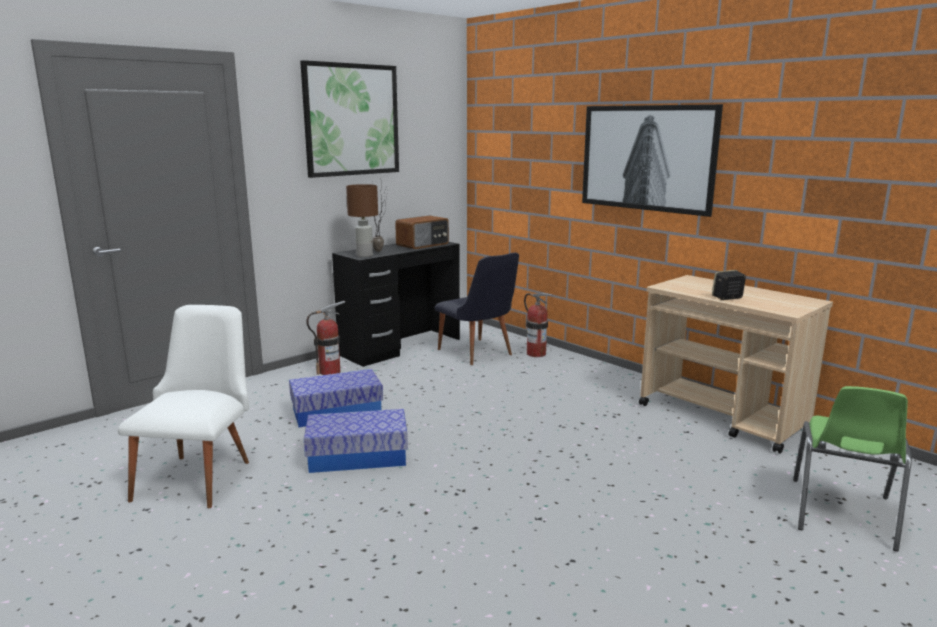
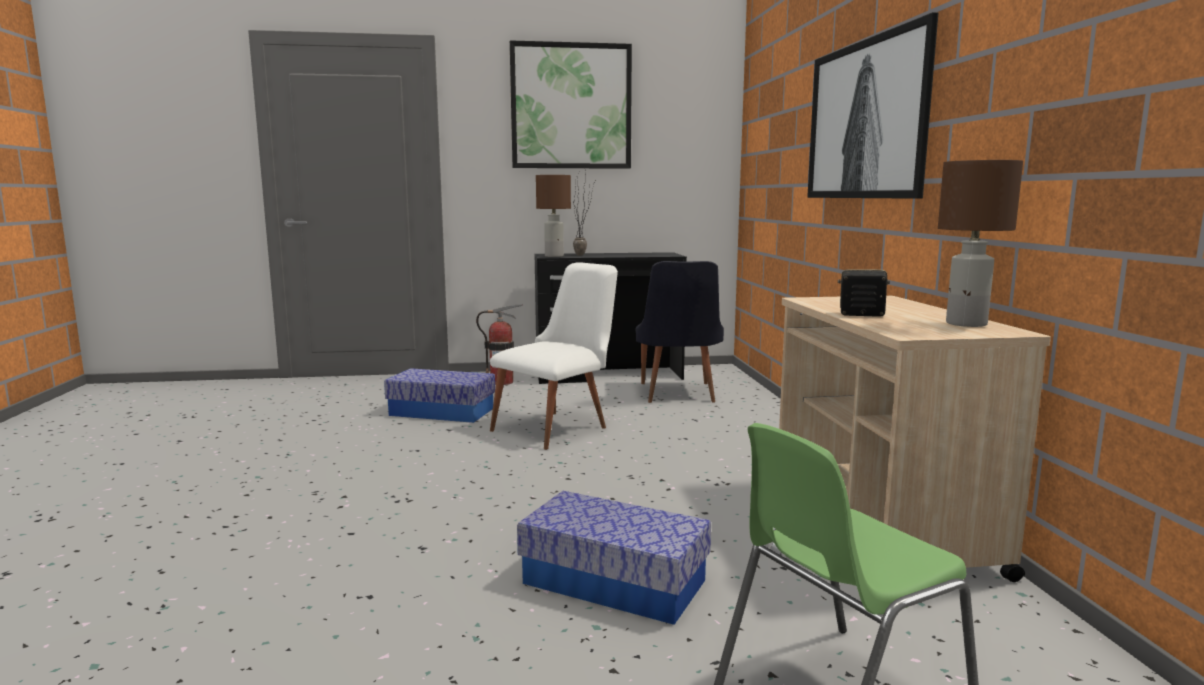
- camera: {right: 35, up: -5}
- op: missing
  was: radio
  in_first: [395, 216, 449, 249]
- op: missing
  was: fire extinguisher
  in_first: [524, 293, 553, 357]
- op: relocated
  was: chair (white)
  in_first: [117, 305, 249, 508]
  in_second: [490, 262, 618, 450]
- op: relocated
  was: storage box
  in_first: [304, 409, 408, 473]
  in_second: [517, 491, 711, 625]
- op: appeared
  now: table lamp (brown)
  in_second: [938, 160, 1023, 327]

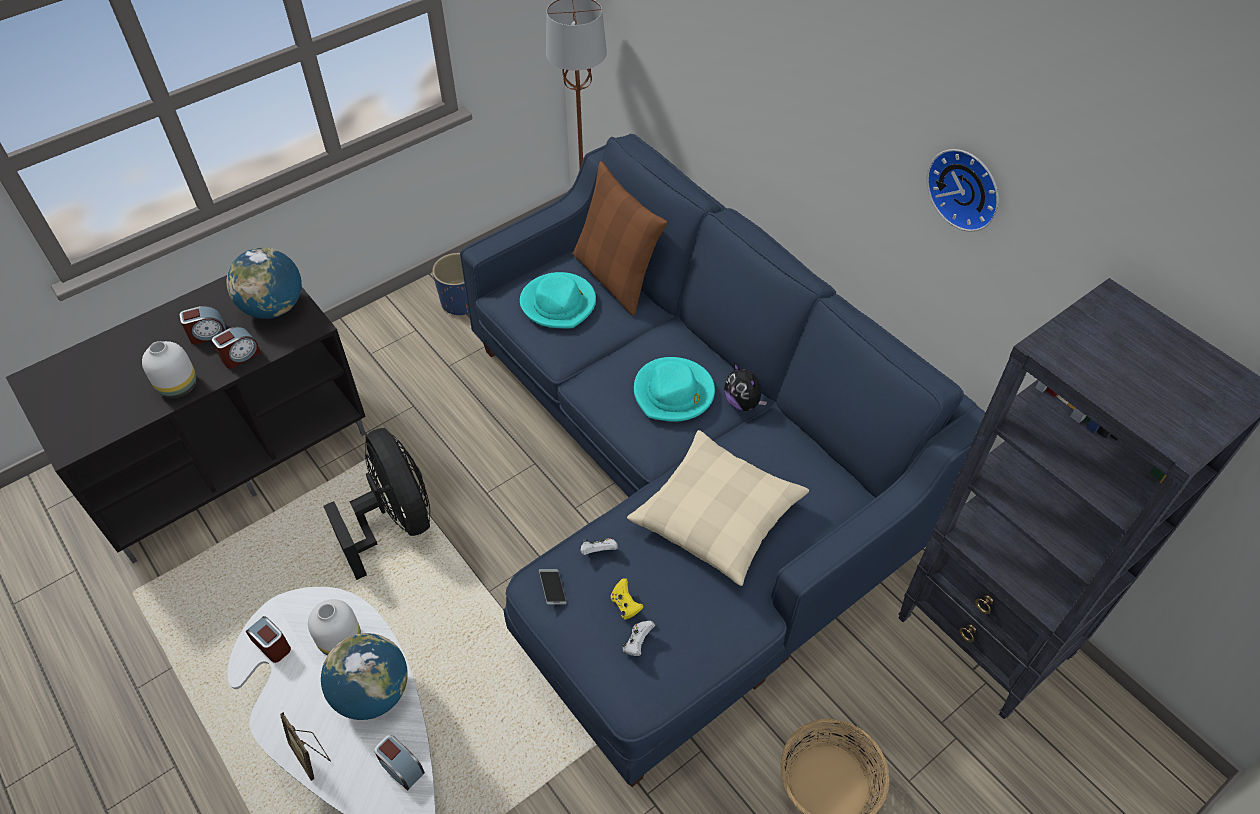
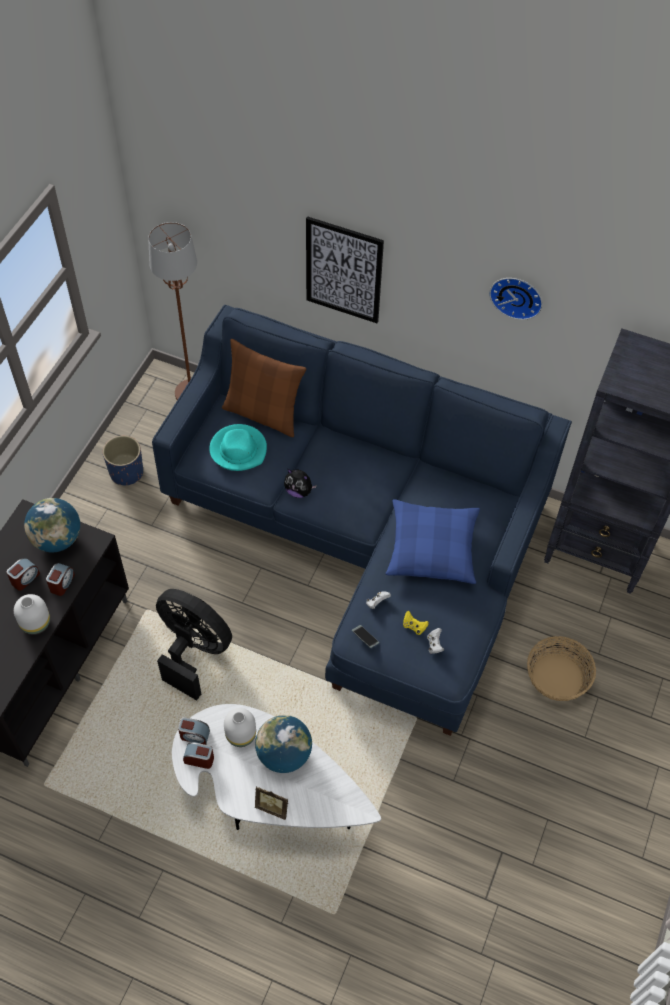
- camera: {right: -30, up: 5}
- op: missing
  was: hat (turquoise)
  in_first: [634, 357, 715, 422]
- op: relocated
  was: plush toy
  in_first: [724, 362, 767, 411]
  in_second: [284, 469, 317, 498]
- op: colour
  was: pillow (beige)
  now: pillow (blue)
  in_first: [627, 430, 809, 586]
  in_second: [385, 499, 480, 584]
- op: relocated
  was: alarm clock
  in_first: [374, 735, 425, 790]
  in_second: [178, 717, 210, 745]
- op: appeared
  now: picture
  in_second: [306, 216, 384, 323]

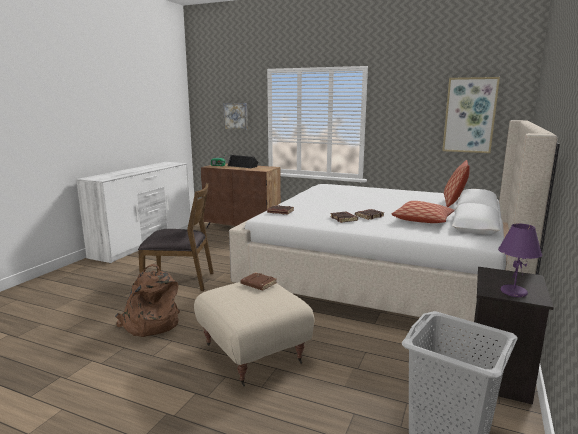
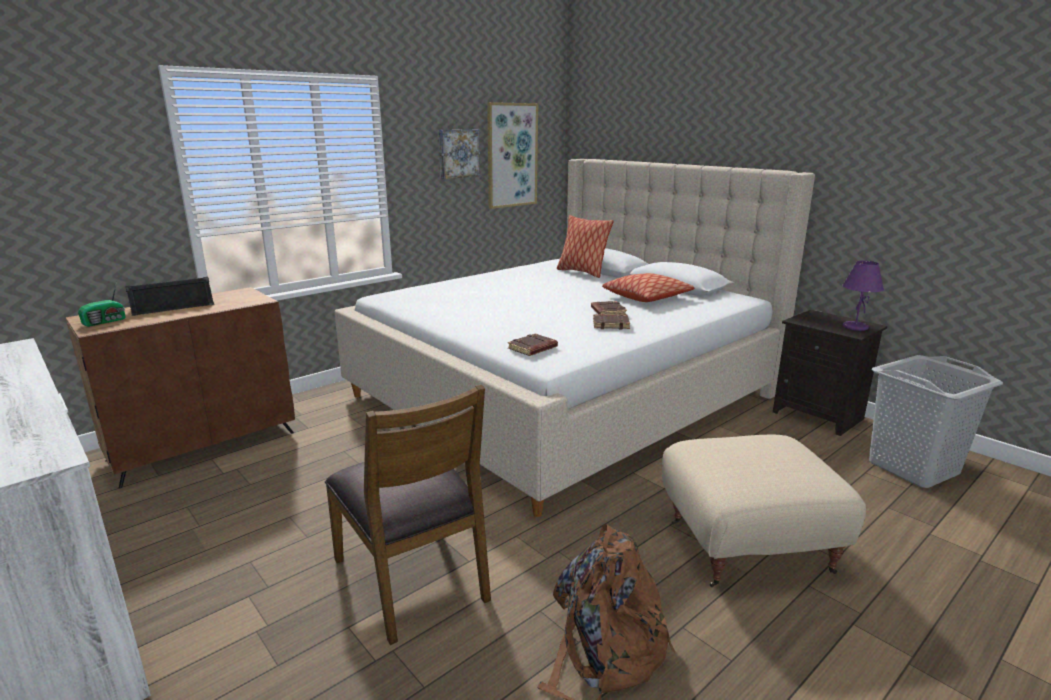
- camera: {right: -65, up: 5}
- op: relocated
  was: picture
  in_first: [224, 103, 248, 130]
  in_second: [439, 129, 480, 179]
- op: spun
  was: chair (brown)
  in_first: [138, 183, 214, 291]
  in_second: [325, 384, 491, 645]
  clockwise: 120
- op: missing
  was: book (brown)
  in_first: [241, 272, 277, 290]

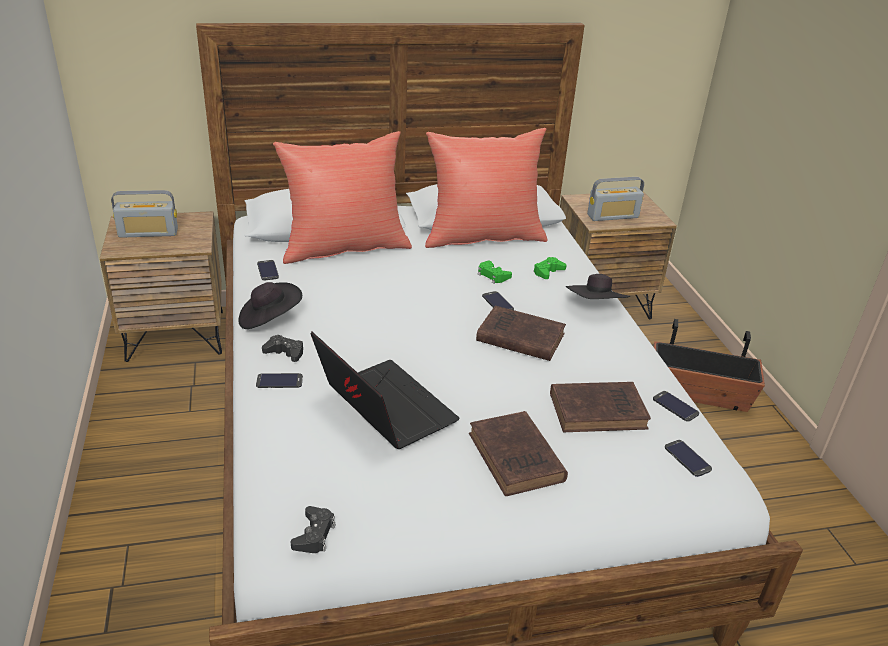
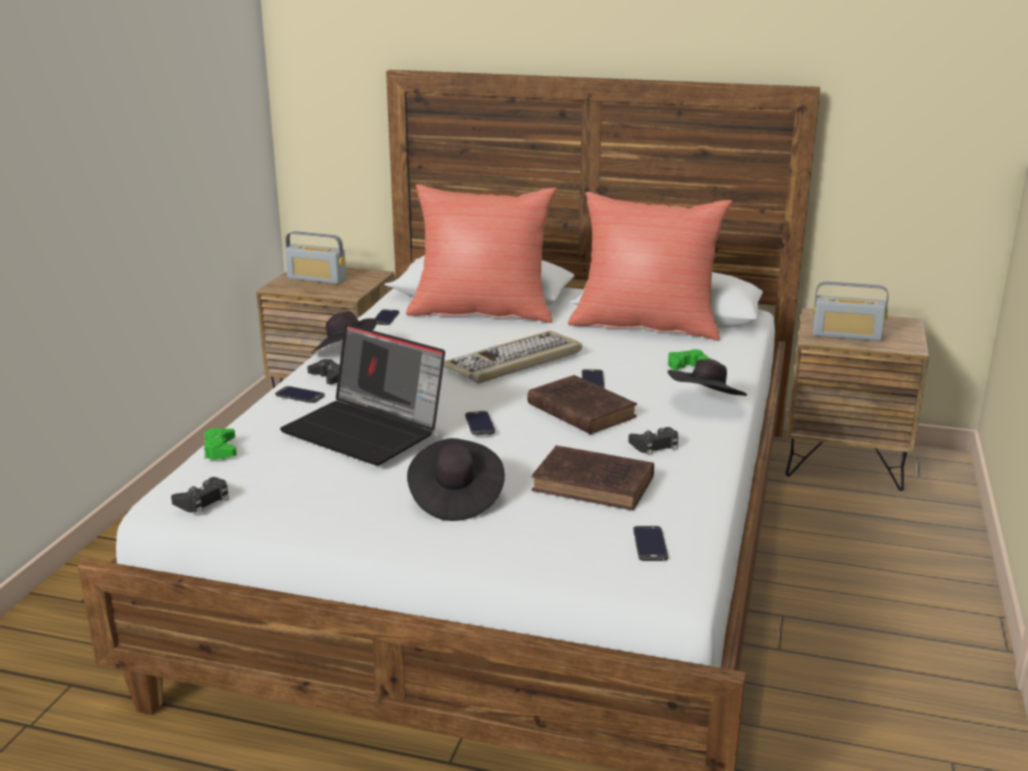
- camera: {right: 30, up: -10}
- op: relocated
  was: game controller (green)
  in_first: [478, 261, 512, 284]
  in_second: [204, 428, 237, 460]
- op: missing
  was: planter
  in_first: [654, 319, 765, 412]
- op: spun
  was: laptop
  in_first: [310, 332, 460, 449]
  in_second: [280, 323, 445, 466]
  clockwise: 135
- op: relocated
  was: phone
  in_first: [653, 391, 699, 422]
  in_second: [465, 411, 495, 435]
- op: exchanged
  was: book (brown)
  now: hat (black)
  in_first: [469, 411, 568, 496]
  in_second: [407, 438, 505, 521]
- op: appeared
  now: keyboard
  in_second: [444, 331, 582, 383]
- op: appeared
  now: game controller (black)
  in_second: [628, 427, 678, 455]

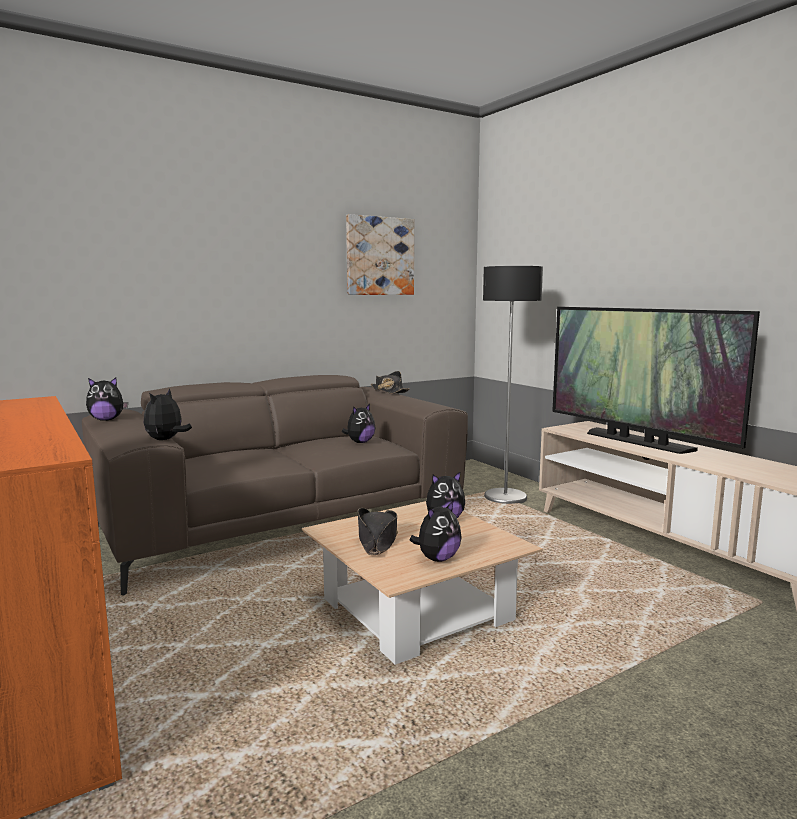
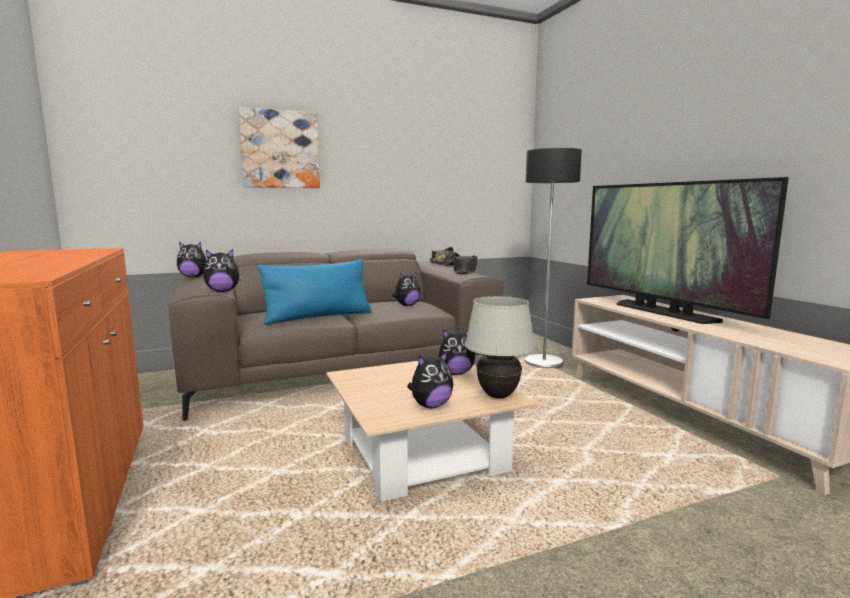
- camera: {right: 10, up: 0}
- op: relocated
  was: picture
  in_first: [346, 214, 414, 295]
  in_second: [238, 107, 320, 188]
- op: spun
  was: plush toy
  in_first: [144, 388, 192, 440]
  in_second: [203, 249, 243, 292]
  clockwise: -135
- op: relocated
  was: hat (black)
  in_first: [358, 508, 398, 555]
  in_second: [453, 252, 477, 274]
- op: appeared
  now: pillow (blue)
  in_second: [258, 259, 371, 325]
- op: appeared
  now: table lamp (white)
  in_second: [465, 296, 535, 399]

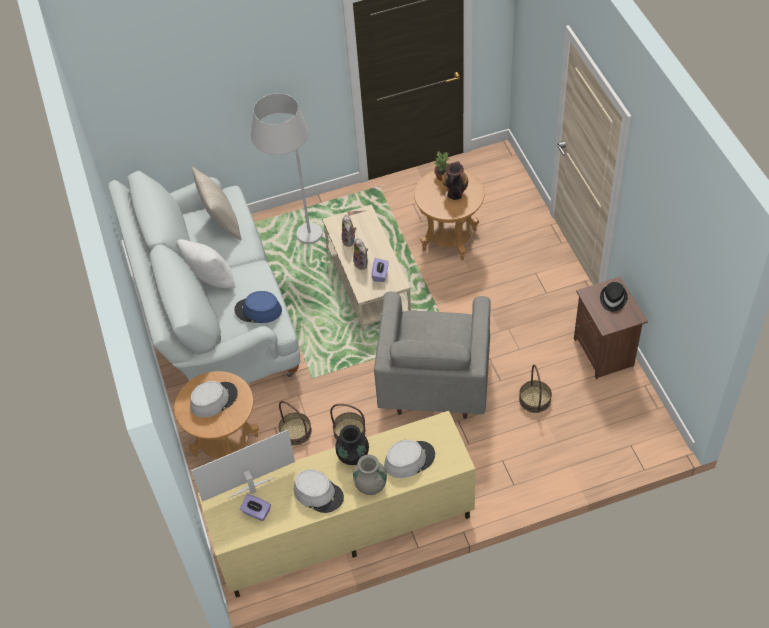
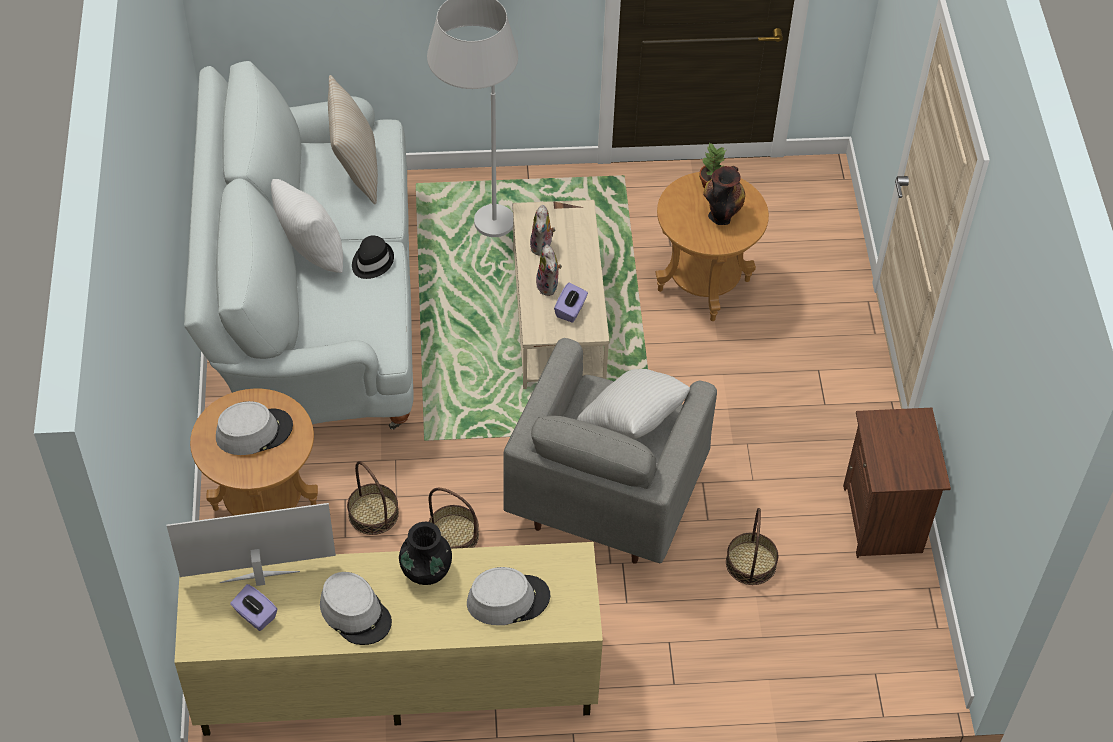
- camera: {right: 10, up: 0}
- op: relocated
  was: hat (black)
  in_first: [600, 282, 628, 312]
  in_second: [352, 236, 394, 279]
- op: missing
  was: hat (blue)
  in_first: [234, 291, 282, 323]
- op: missing
  was: vase (grey)
  in_first: [353, 455, 387, 495]
- op: appeared
  now: pillow (white)
  in_second: [577, 369, 690, 439]

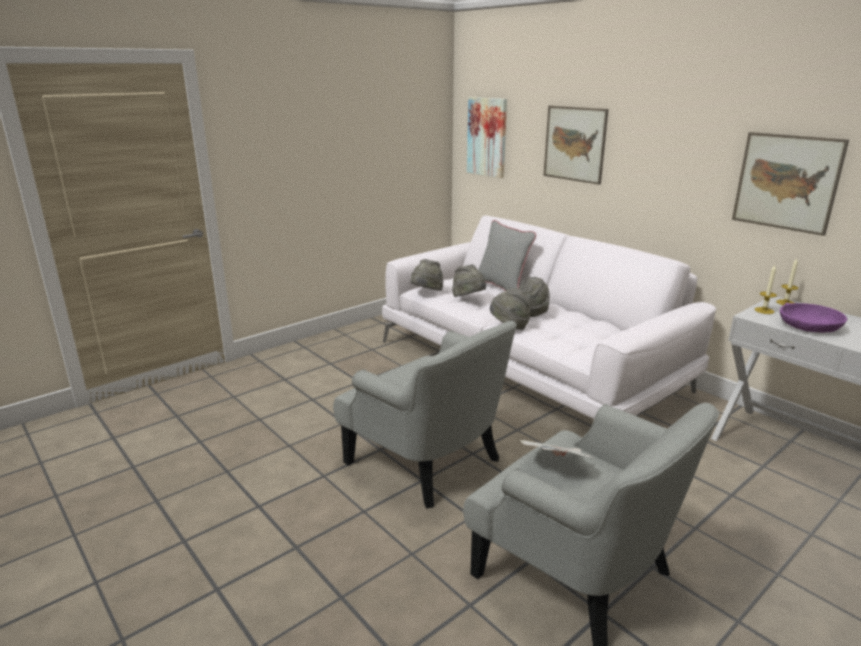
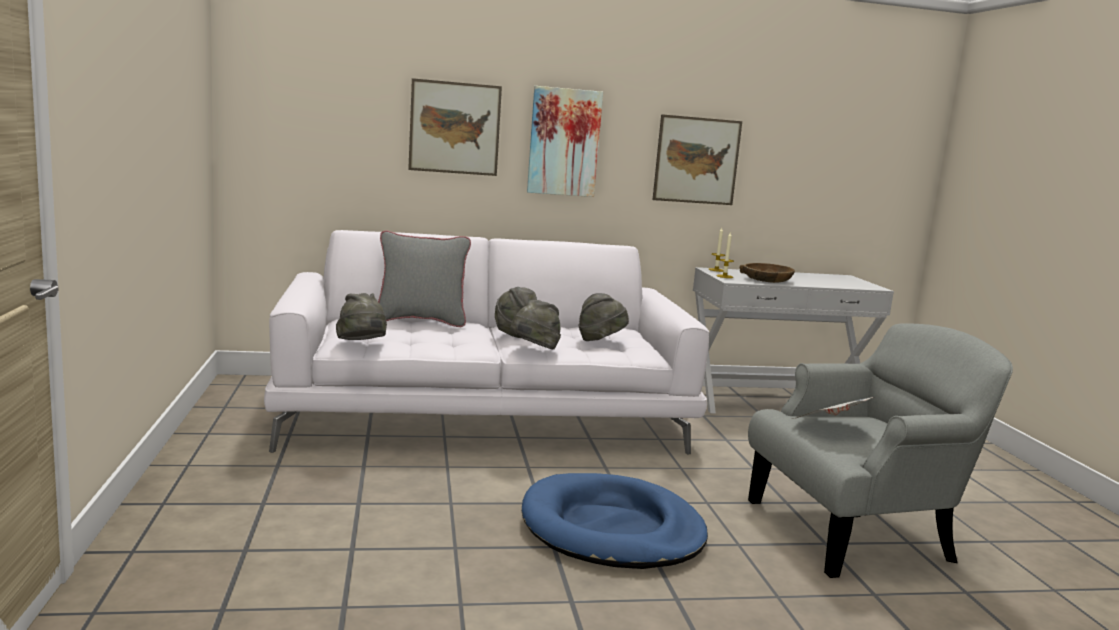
- camera: {right: -60, up: -10}
- op: relocated
  was: picture
  in_first: [467, 97, 507, 178]
  in_second: [527, 86, 603, 197]
- op: relocated
  was: hat (grey)
  in_first: [452, 264, 486, 297]
  in_second: [579, 293, 629, 341]
- op: colour
  was: bowl (purple)
  now: bowl (brown)
  in_first: [780, 303, 847, 333]
  in_second: [740, 263, 795, 283]
- op: exchanged
  was: armchair (grey)
  now: dog bed (blue)
  in_first: [333, 321, 517, 509]
  in_second: [522, 473, 708, 569]

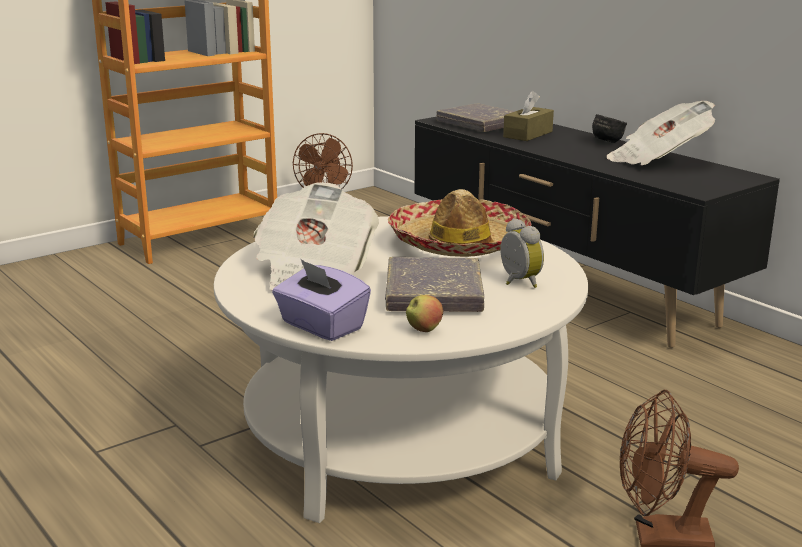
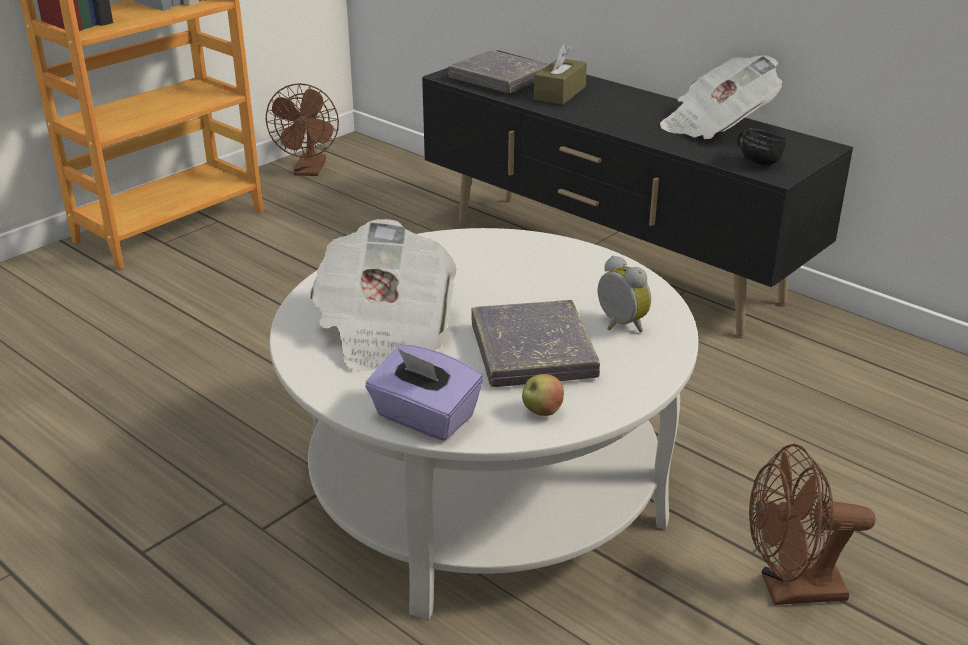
- camera: {right: -10, up: 10}
- op: relocated
  was: mug (black)
  in_first: [592, 114, 627, 143]
  in_second: [737, 128, 787, 166]
- op: missing
  was: hat
  in_first: [388, 189, 531, 257]

